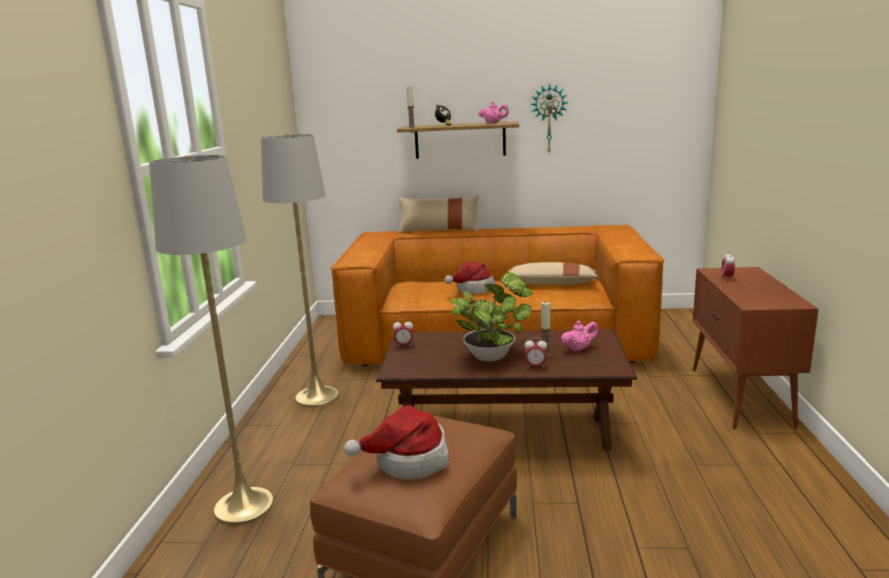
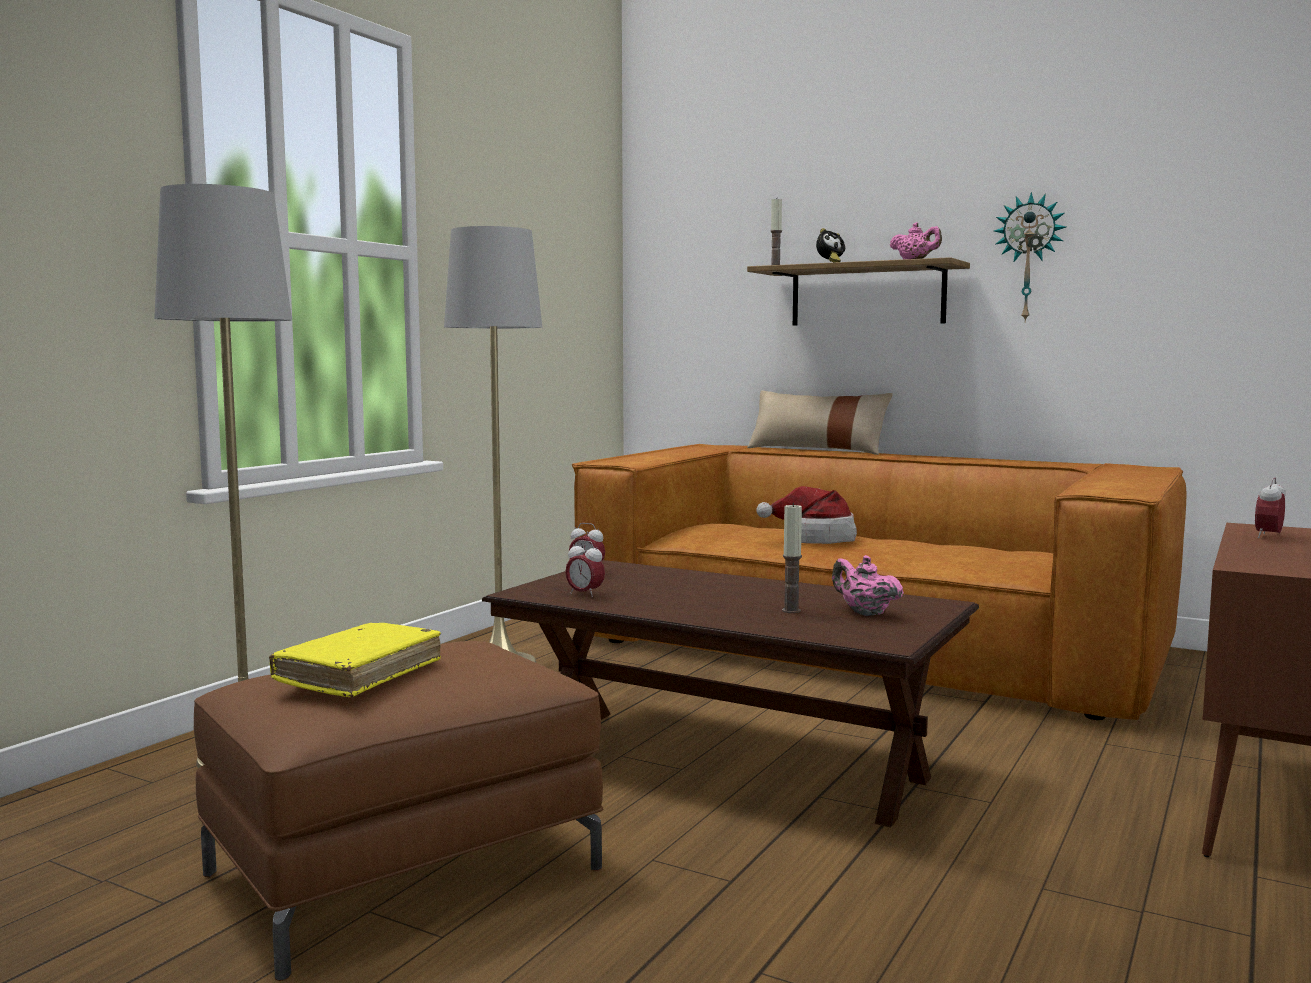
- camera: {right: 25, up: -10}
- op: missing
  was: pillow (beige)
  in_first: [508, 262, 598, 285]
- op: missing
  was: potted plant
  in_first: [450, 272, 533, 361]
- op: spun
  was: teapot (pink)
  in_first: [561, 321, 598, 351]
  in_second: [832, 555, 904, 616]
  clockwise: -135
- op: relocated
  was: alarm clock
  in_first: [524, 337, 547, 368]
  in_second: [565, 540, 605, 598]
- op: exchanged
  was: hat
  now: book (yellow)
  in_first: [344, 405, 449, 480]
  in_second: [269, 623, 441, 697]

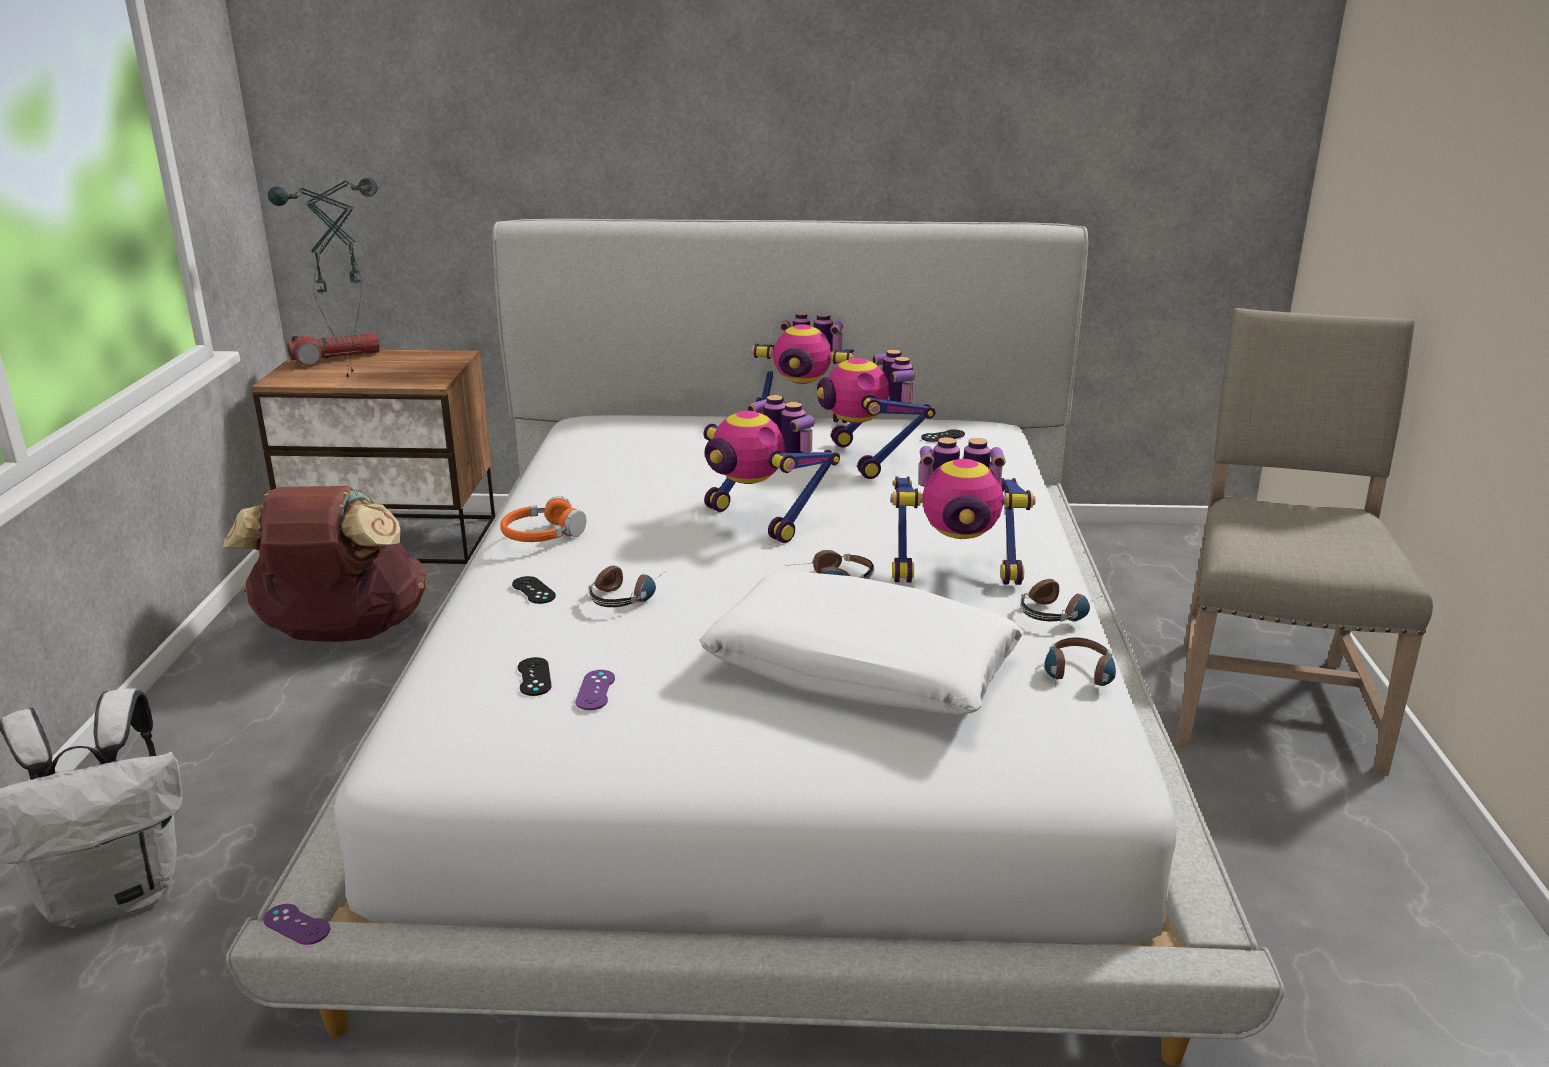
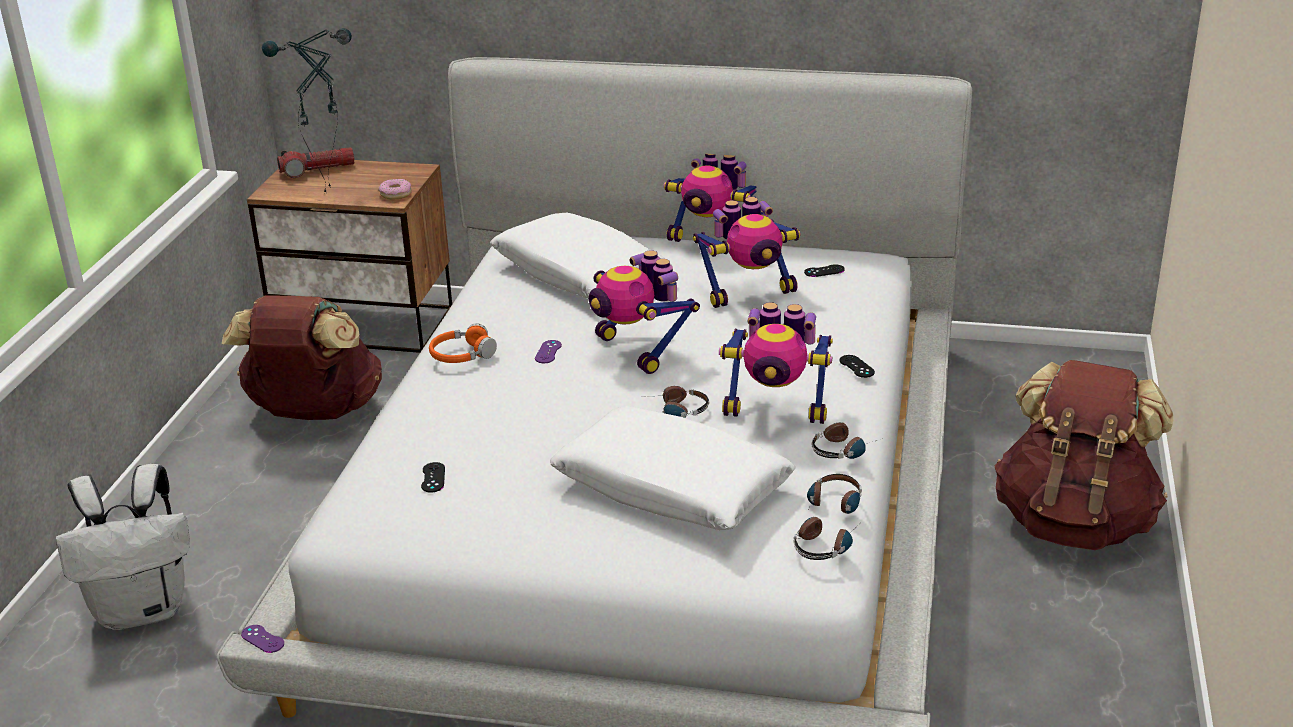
- camera: {right: 10, up: 5}
- op: exchanged
  was: chair (beige)
  now: backpack (brown)
  in_first: [1176, 308, 1433, 776]
  in_second: [994, 360, 1173, 550]
- op: spun
  was: toy robot
  in_first: [817, 349, 935, 479]
  in_second: [693, 197, 801, 308]
  clockwise: -105
- op: relocated
  was: headphones
  in_first: [589, 565, 663, 607]
  in_second: [794, 517, 853, 560]
- op: relocated
  was: game controller (black)
  in_first: [512, 576, 556, 604]
  in_second: [839, 355, 875, 378]
- op: relocated
  was: game controller (purple)
  in_first: [575, 670, 615, 710]
  in_second: [535, 340, 562, 363]
- op: appeared
  now: donut
  in_second: [379, 179, 412, 200]
- op: appeared
  now: pillow (white)
  in_second: [490, 213, 673, 299]

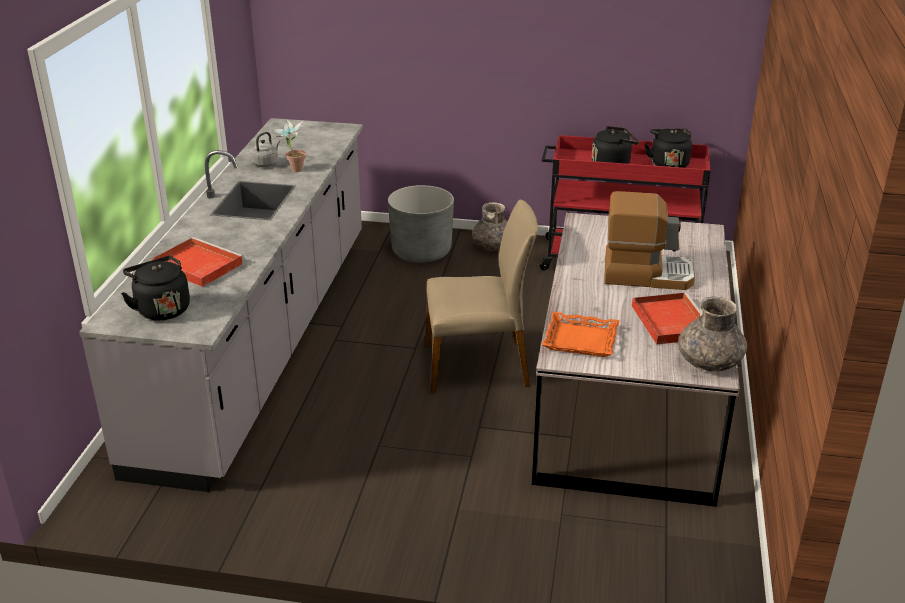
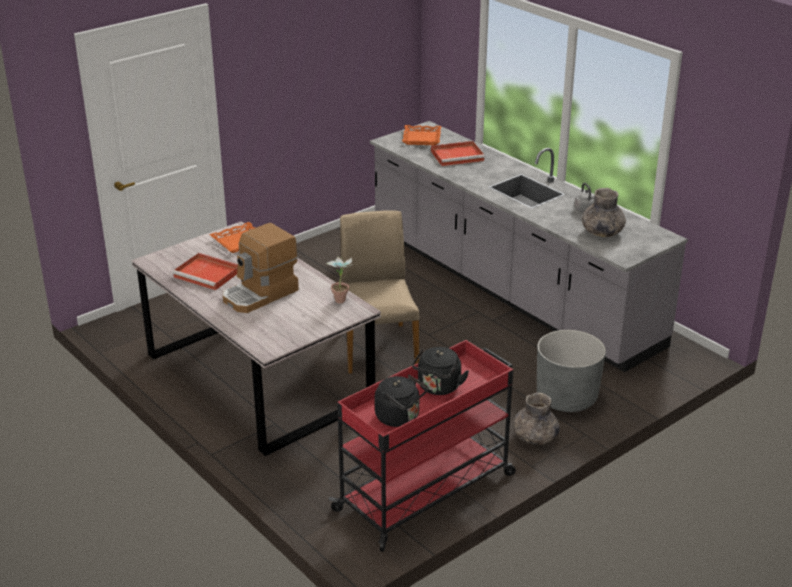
- camera: {right: 130, up: 0}
- op: relocated
  was: potted plant
  in_first: [272, 120, 306, 172]
  in_second: [326, 256, 353, 303]
- op: spun
  was: chair (beige)
  in_first: [425, 200, 538, 394]
  in_second: [340, 211, 419, 374]
  clockwise: 135
- op: exchanged
  was: kettle (black)
  now: tray (orange)
  in_first: [121, 256, 190, 321]
  in_second: [402, 125, 441, 145]
- op: relocated
  was: vase (grey)
  in_first: [678, 297, 747, 372]
  in_second: [582, 188, 626, 237]

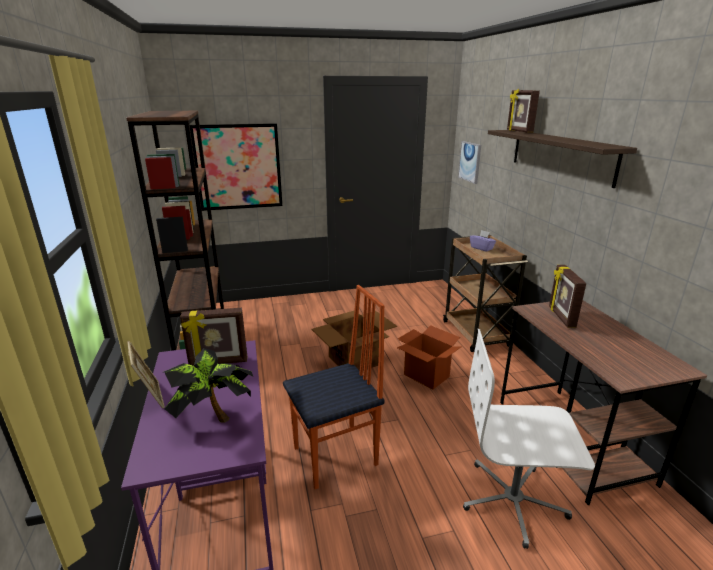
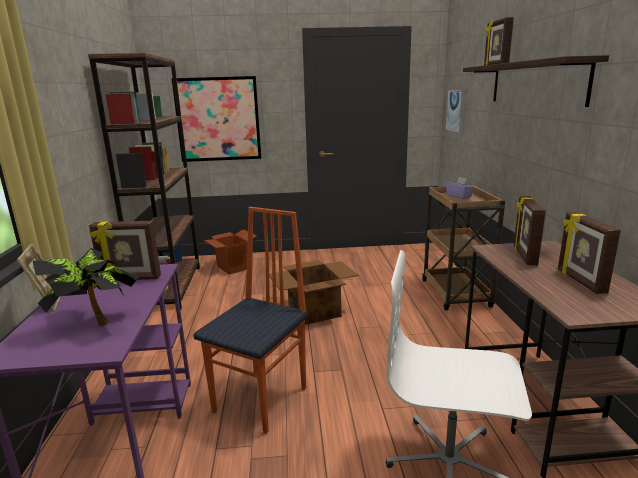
- camera: {right: 10, up: -5}
- op: spun
  was: chair
  in_first: [283, 285, 385, 489]
  in_second: [193, 207, 308, 434]
  clockwise: -45
- op: relocated
  was: cardboard box
  in_first: [397, 325, 461, 389]
  in_second: [204, 229, 256, 275]
- op: appeared
  now: picture frame
  in_second: [558, 212, 621, 294]

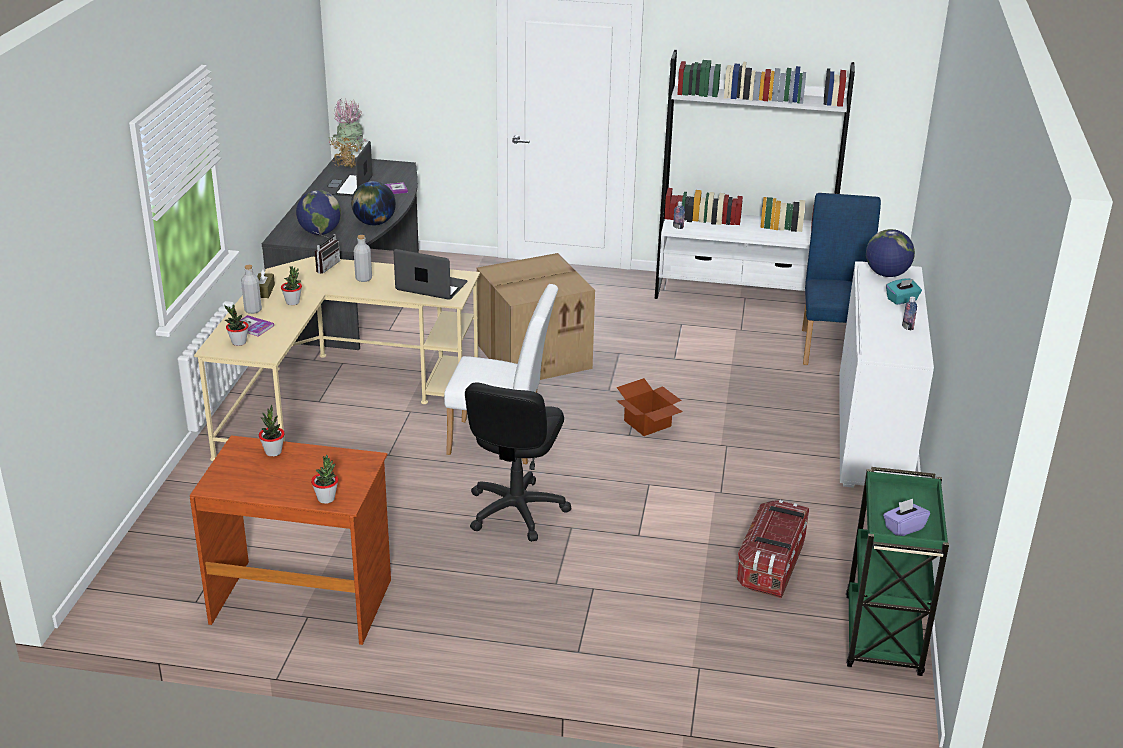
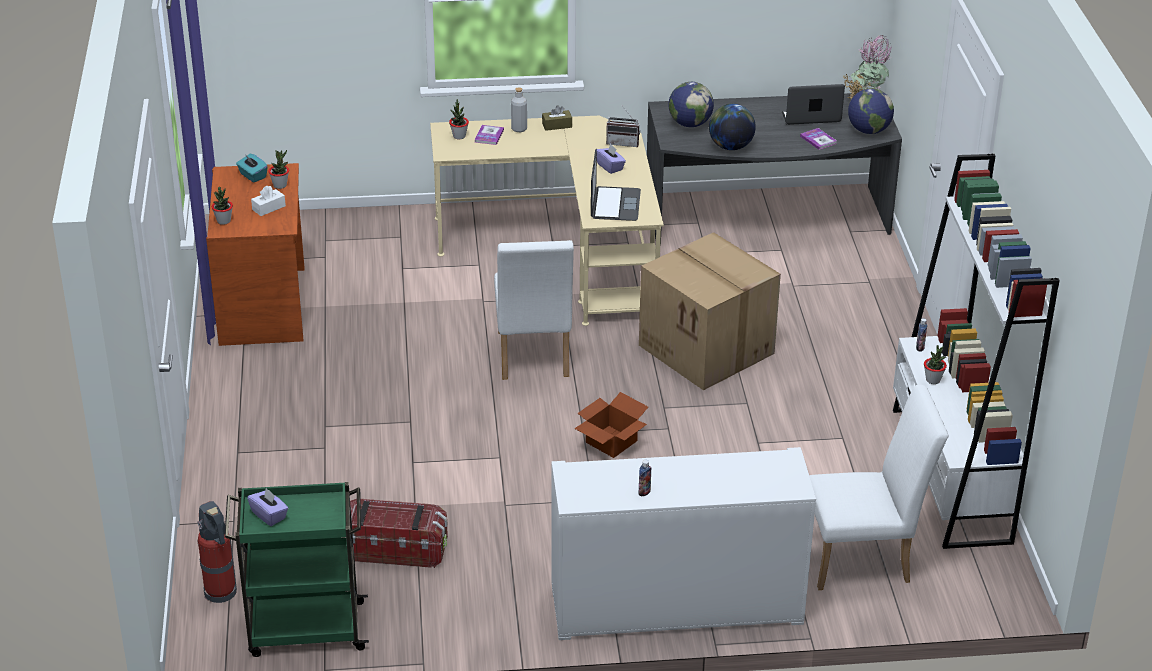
- camera: {right: 75, up: 5}
- op: colour
  was: chair (blue)
  now: chair (white)
  in_first: [802, 193, 881, 365]
  in_second: [810, 385, 949, 590]
- op: relocated
  was: globe
  in_first: [866, 229, 915, 277]
  in_second: [848, 88, 894, 134]
- op: exchanged
  was: bottle (grey)
  now: tissue box (purple)
  in_first: [354, 235, 372, 282]
  in_second: [597, 144, 626, 174]
- op: relocated
  was: potted plant
  in_first: [281, 266, 302, 305]
  in_second: [924, 345, 947, 384]
- op: relocated
  was: tissue box (turquoise)
  in_first: [886, 278, 922, 305]
  in_second: [236, 154, 268, 182]
- op: missing
  was: office chair (black)
  in_first: [465, 383, 571, 542]
- op: appeared
  now: tissue box (white)
  in_second: [251, 186, 286, 216]
- op: appeared
  now: fire extinguisher
  in_second: [197, 501, 237, 603]

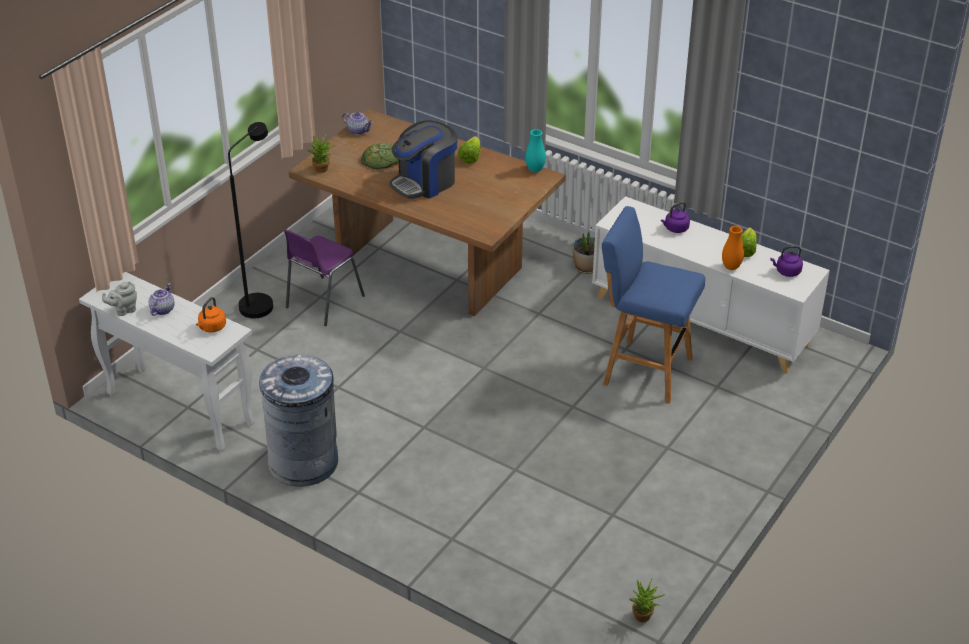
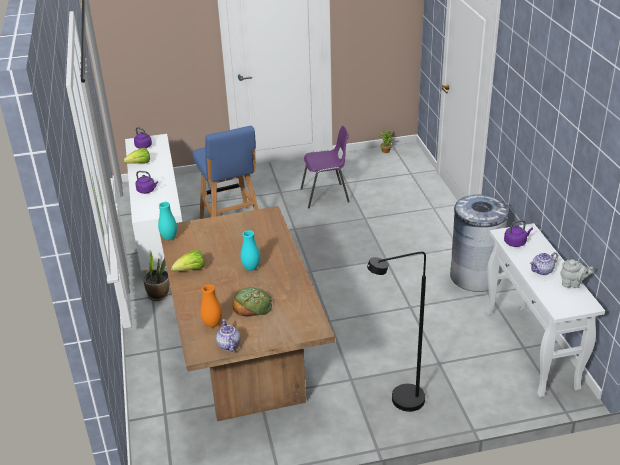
- camera: {right: -135, up: -5}
- op: exchanged
  was: coffee machine
  now: vase (turquoise)
  in_first: [389, 120, 457, 199]
  in_second: [240, 230, 260, 271]
- op: missing
  was: potted plant
  in_first: [307, 134, 336, 173]
- op: relocated
  was: vase (orange)
  in_first: [722, 226, 744, 270]
  in_second: [200, 284, 222, 327]
- op: relocated
  was: chair (purple)
  in_first: [284, 230, 365, 326]
  in_second: [301, 126, 350, 209]
- op: colour
  was: kettle (orange)
  now: kettle (purple)
  in_first: [196, 297, 226, 332]
  in_second: [504, 220, 533, 247]

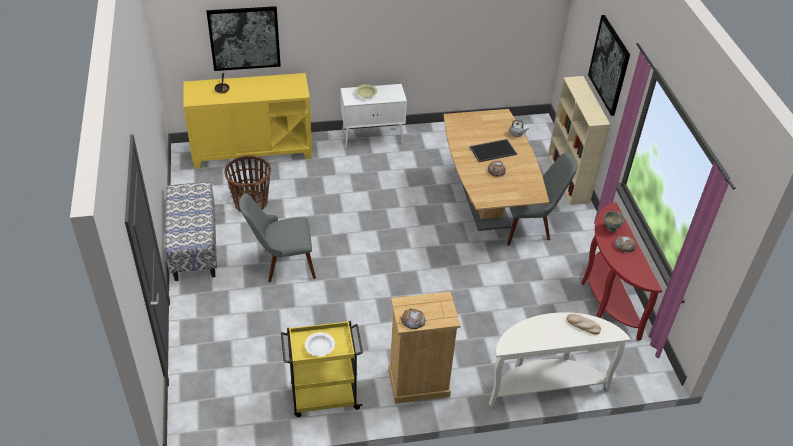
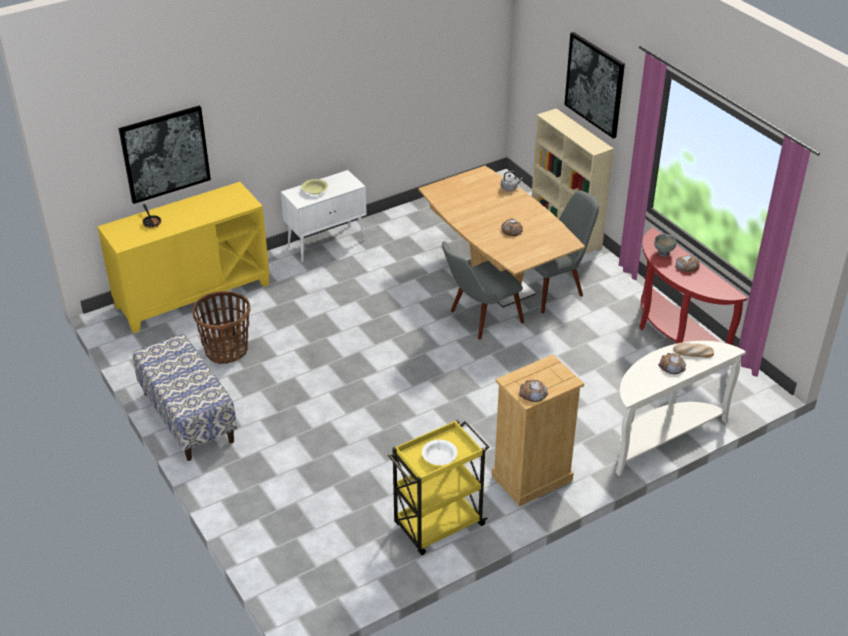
- camera: {right: -20, up: -5}
- op: missing
  was: tray
  in_first: [470, 139, 517, 162]
- op: relocated
  was: chair (grey)
  in_first: [239, 193, 316, 282]
  in_second: [442, 241, 524, 339]
- op: appeared
  now: bread
  in_second: [658, 353, 686, 374]

